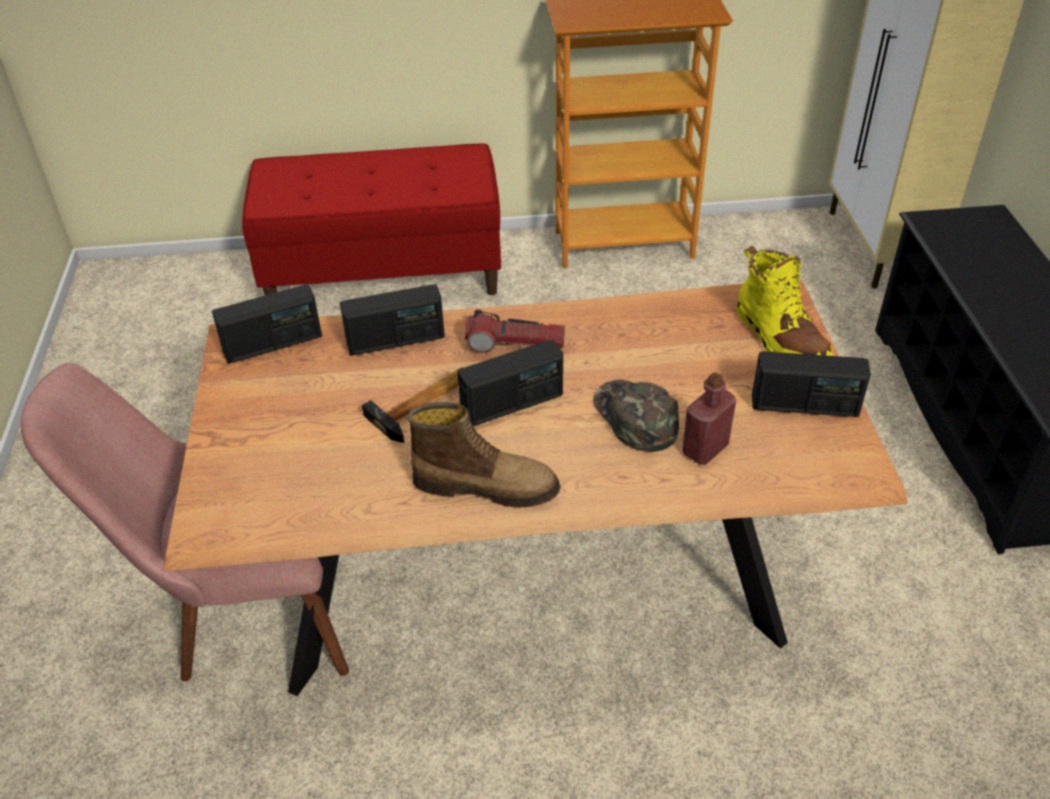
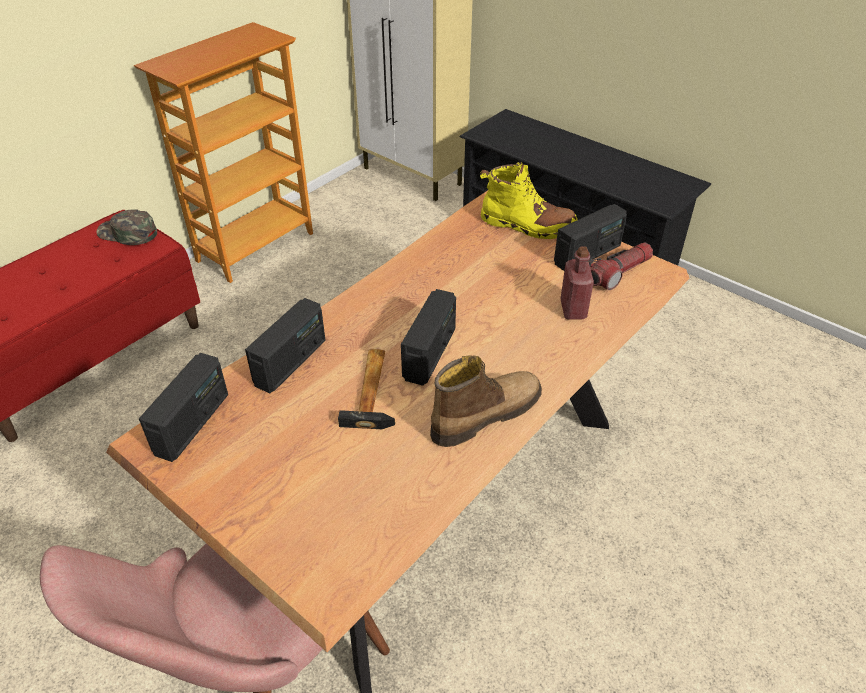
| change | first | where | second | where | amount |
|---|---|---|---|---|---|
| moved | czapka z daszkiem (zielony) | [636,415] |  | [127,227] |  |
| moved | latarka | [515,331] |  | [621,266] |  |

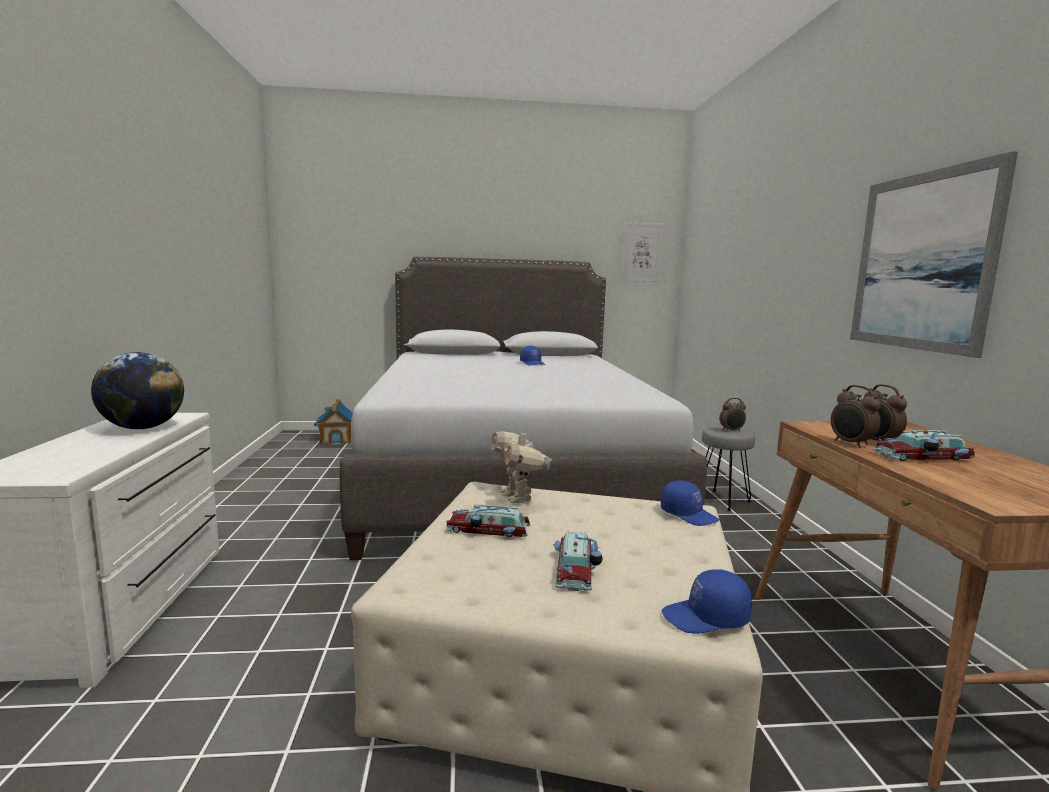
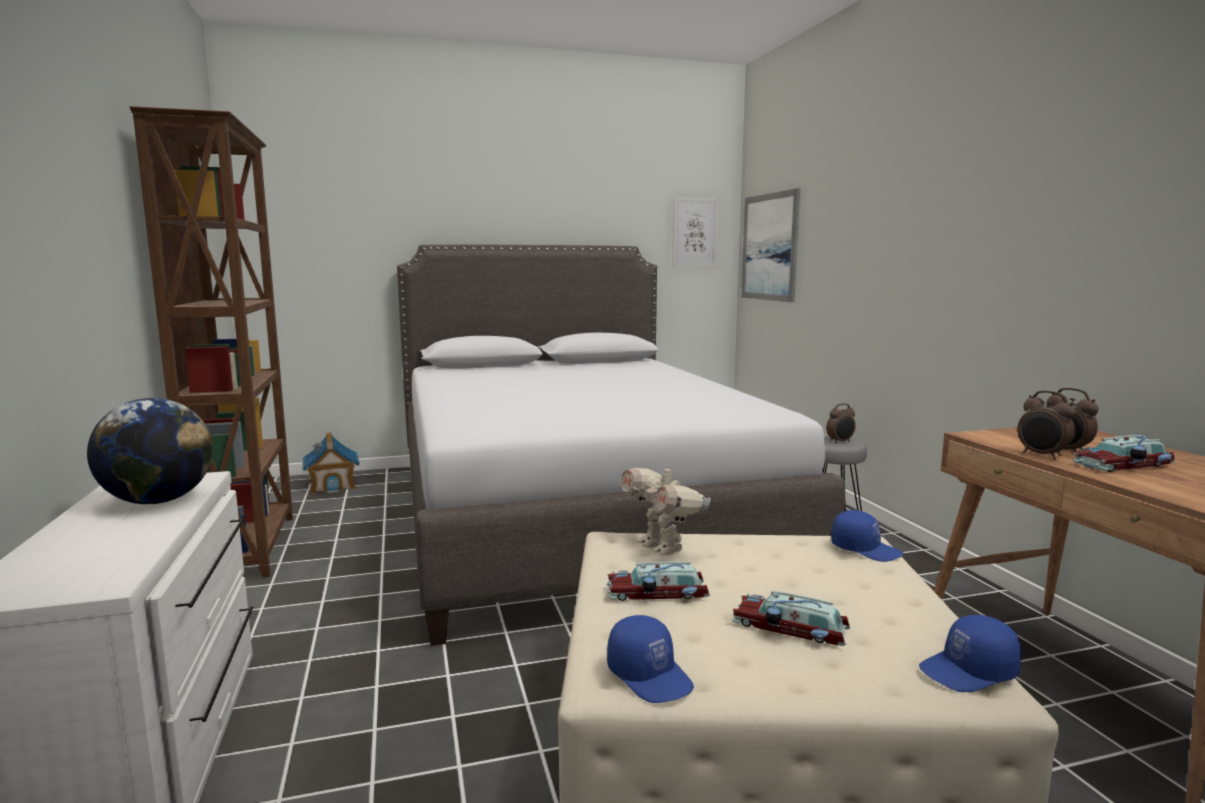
| change | first | where | second | where | amount |
|---|---|---|---|---|---|
| added |  |  | regał (brązowy) | [211,342] |  |
| moved | czapka z daszkiem (niebieski) | [532,355] |  | [650,659] |  |
| turned | samochodzik | [577,561] |  | [792,618] | 120 degrees clockwise |
| moved | obraz | [934,254] |  | [770,245] |  |

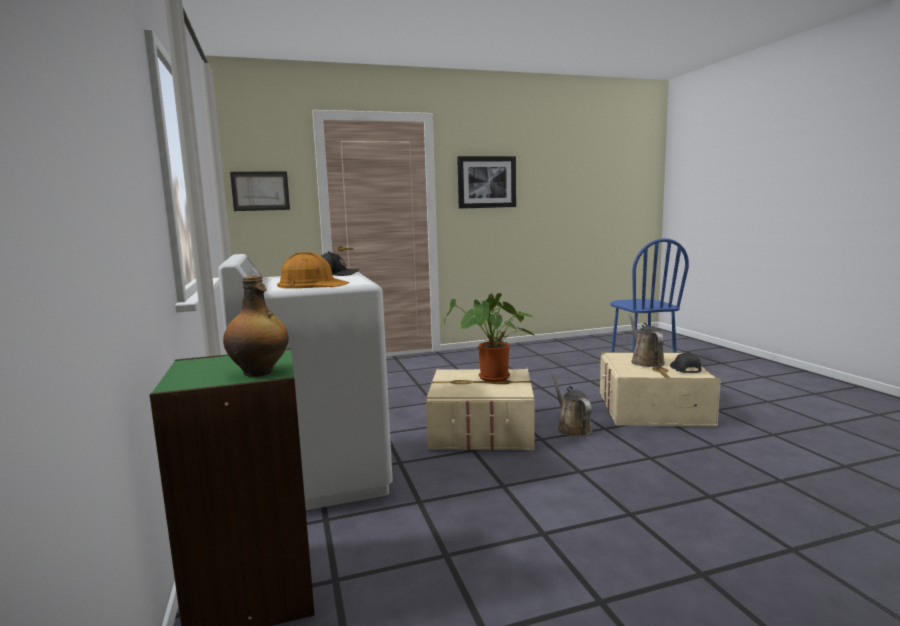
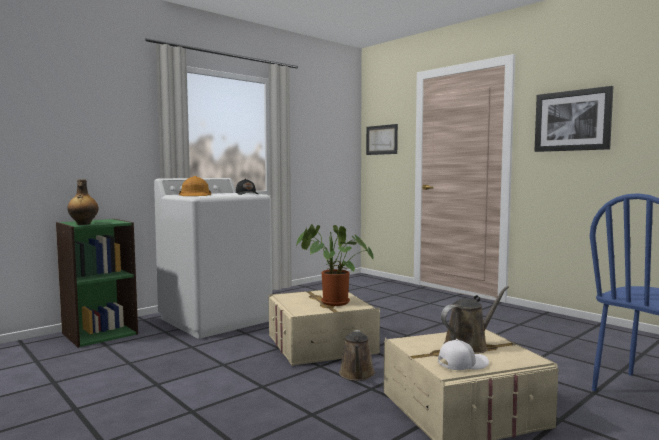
| change | first | where | second | where | amount |
|---|---|---|---|---|---|
| turned | konewka (brązowy) | [571,405] |  | [357,355] | 135 degrees clockwise |
| recoloured | czapka z daszkiem (czarny) | [685,362] | czapka z daszkiem (biały) | [463,354] |  |

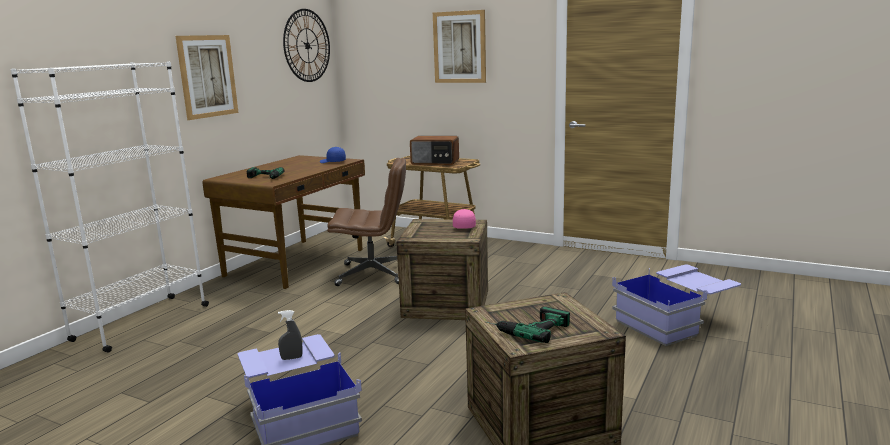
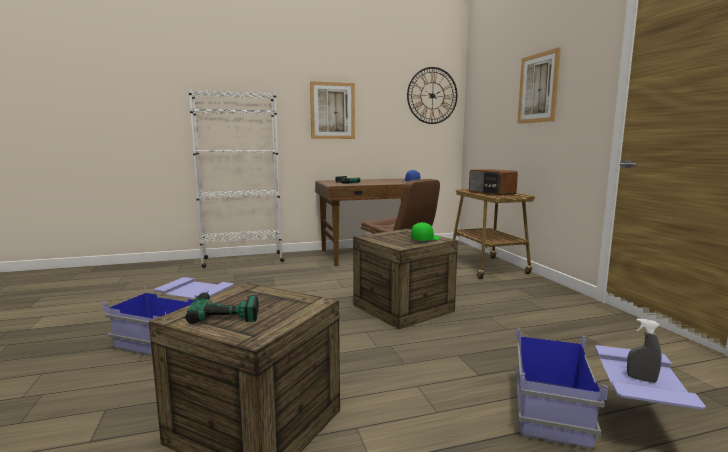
| change | first | where | second | where | amount |
|---|---|---|---|---|---|
| recoloured | czapka z daszkiem (różowy) | [464,219] | czapka z daszkiem (zielony) | [425,231] |  |
| moved | spryskiwacz (szary) | [290,335] |  | [644,350] |  |

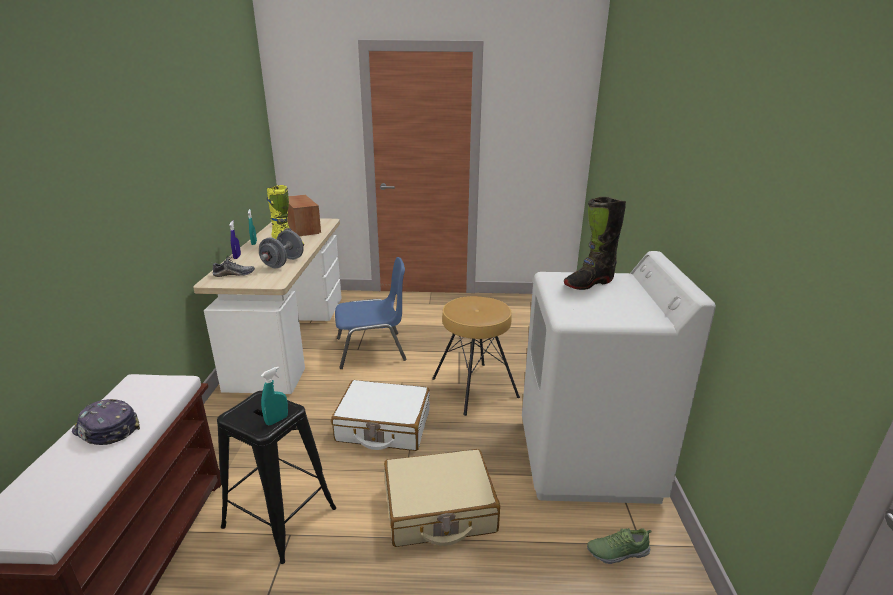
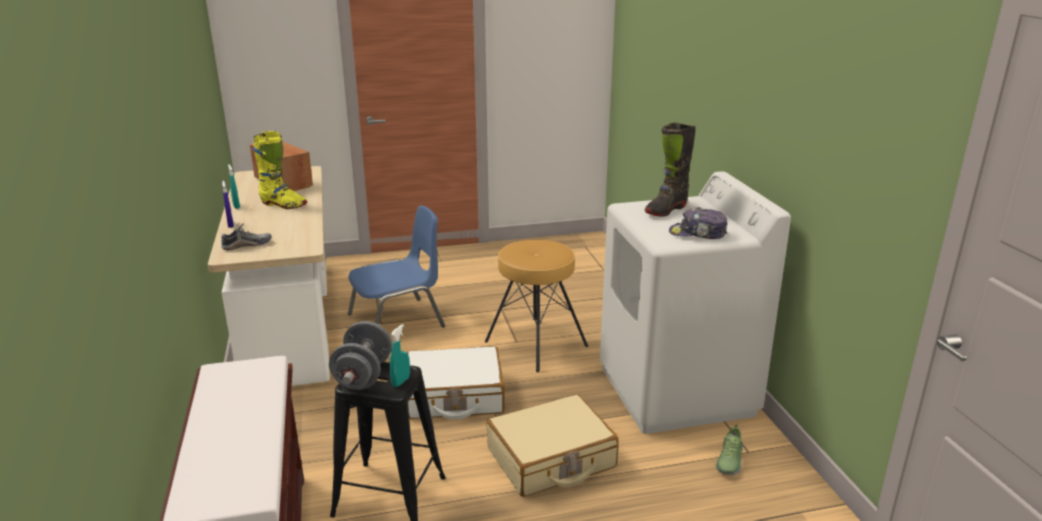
| change | first | where | second | where | amount |
|---|---|---|---|---|---|
| moved | hantel (szary) | [281,249] |  | [360,355] |  |
| moved | czapka z daszkiem | [106,422] |  | [698,223] |  |
| turned | but | [619,546] |  | [729,449] | 45 degrees counterclockwise |

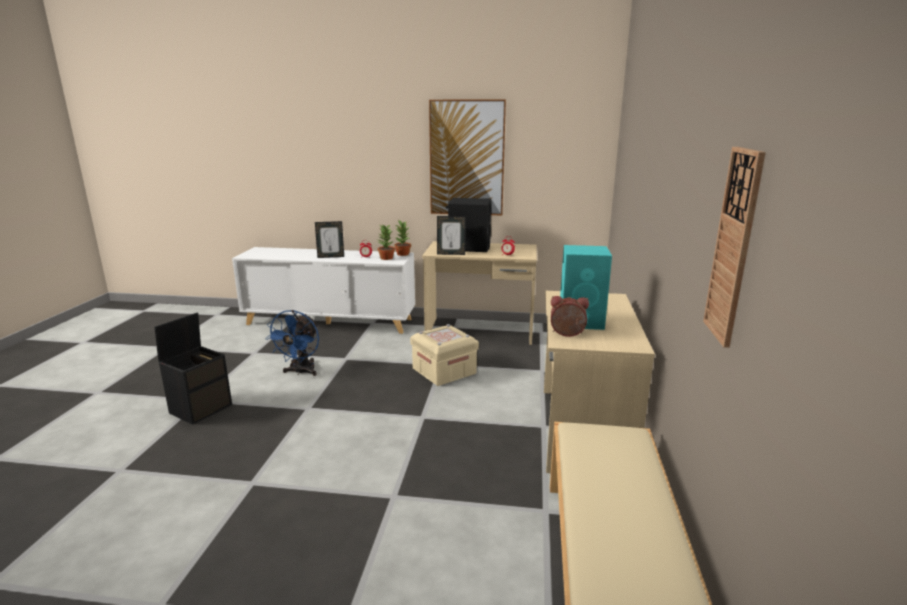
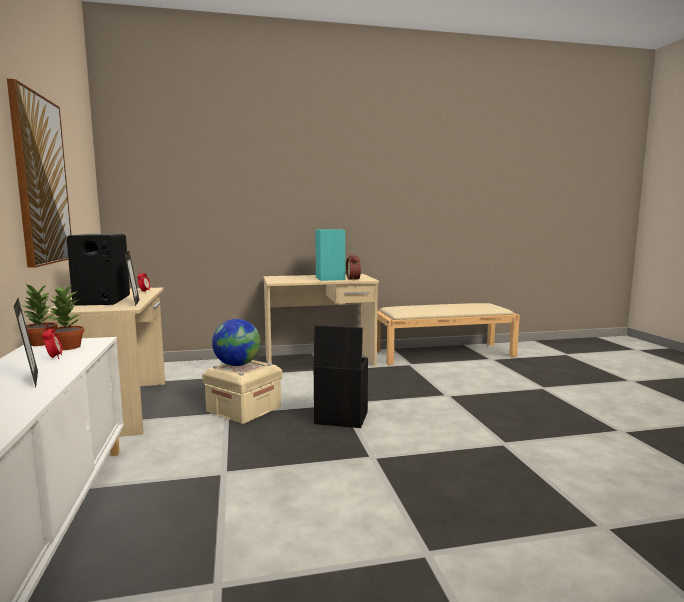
| change | first | where | second | where | amount |
|---|---|---|---|---|---|
| added |  |  | globus | [236,342] |  |
| moved | pojemnik do przechowywania (czarny) | [193,368] |  | [341,376] |  |
| removed | wentylator (niebieski) | [292,343] |  |  |  |
| removed | zegar ścienny | [734,247] |  |  |  |

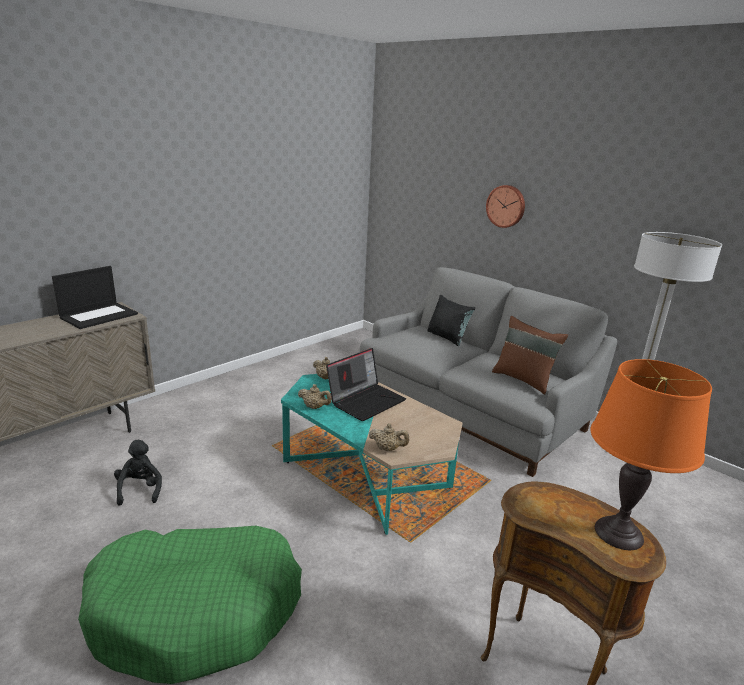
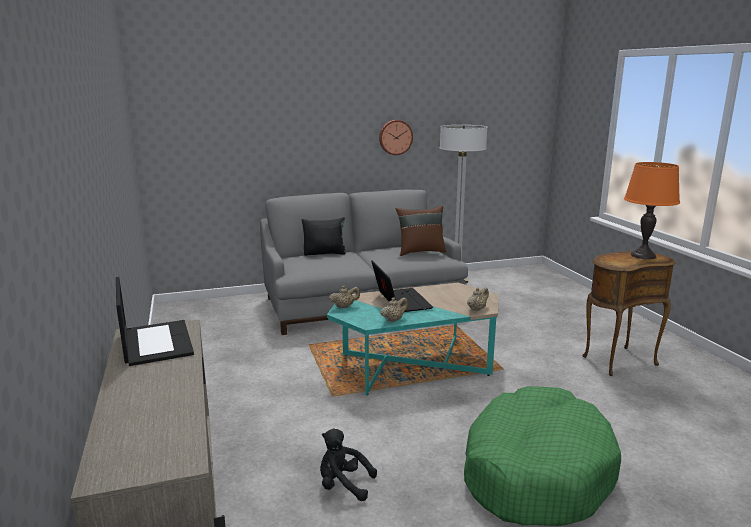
| change | first | where | second | where | amount |
|---|---|---|---|---|---|
| moved | zegar ścienny | [505,206] |  | [396,137] |  |

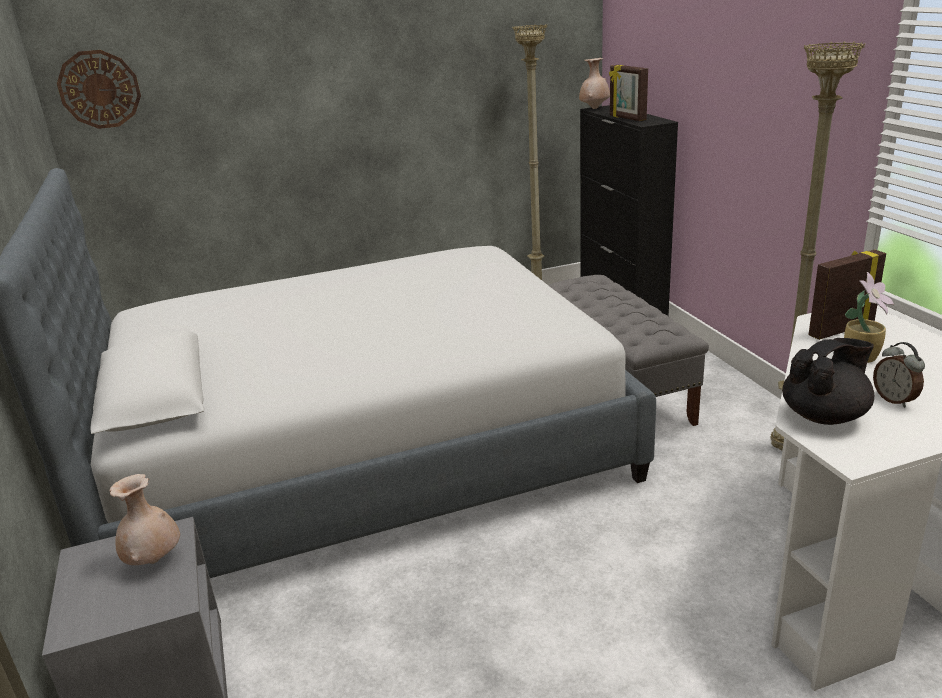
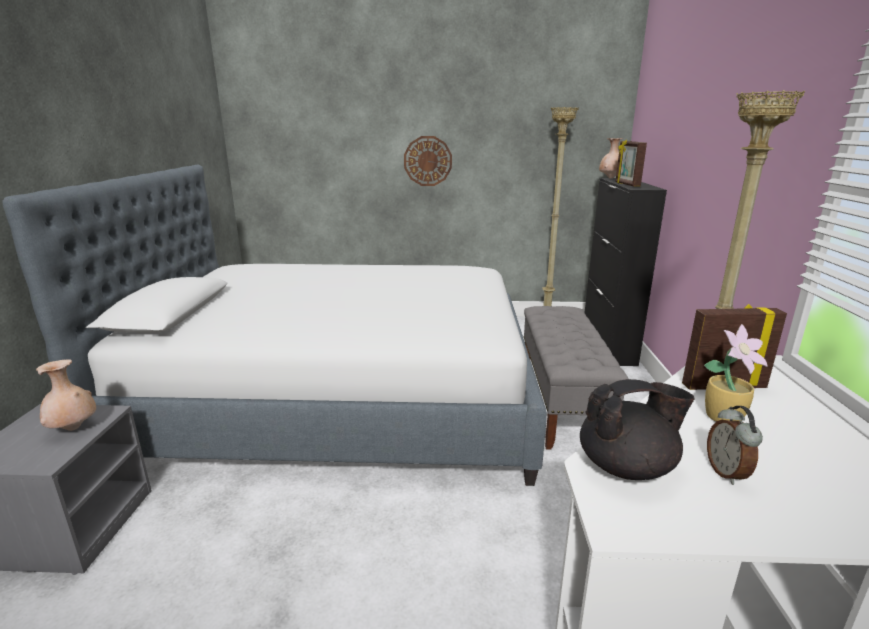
| change | first | where | second | where | amount |
|---|---|---|---|---|---|
| moved | zegar ścienny | [99,89] |  | [428,161] |  |

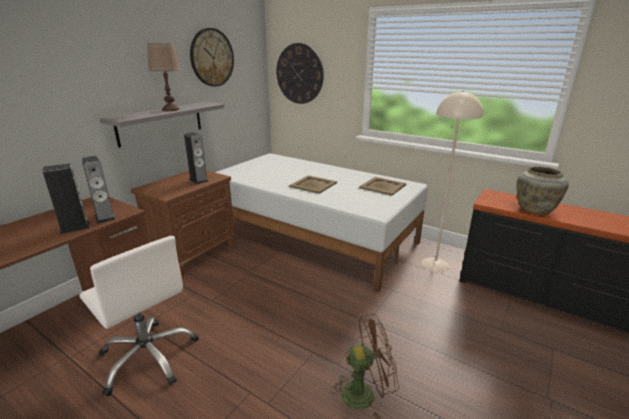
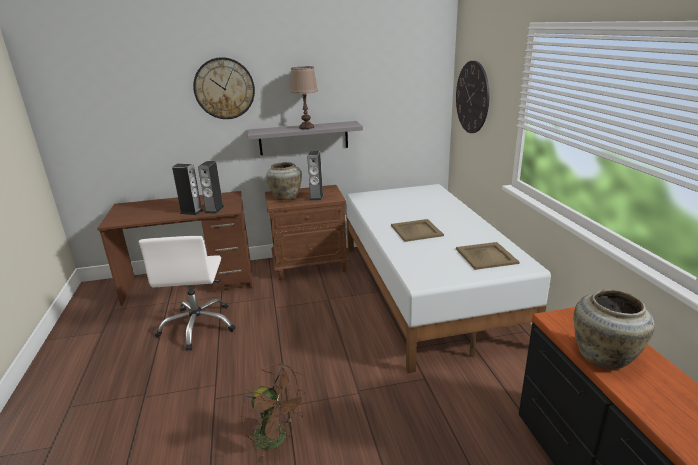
| change | first | where | second | where | amount |
|---|---|---|---|---|---|
| moved | zegar ścienny | [212,57] |  | [224,88] |  |
| added |  |  | wazon (beżowy) | [284,181] |  |
| removed | lampa stojąca (beżowy) | [452,181] |  |  |  |

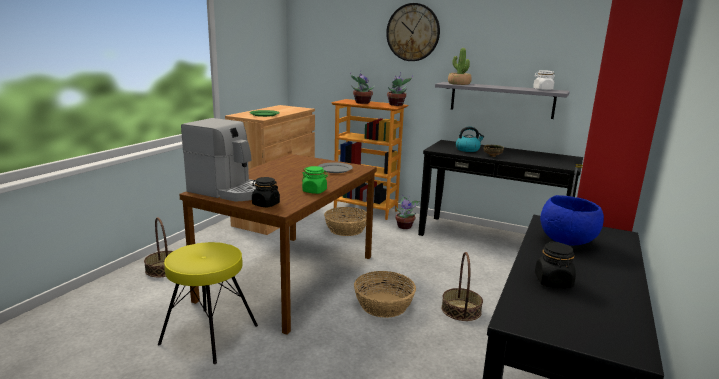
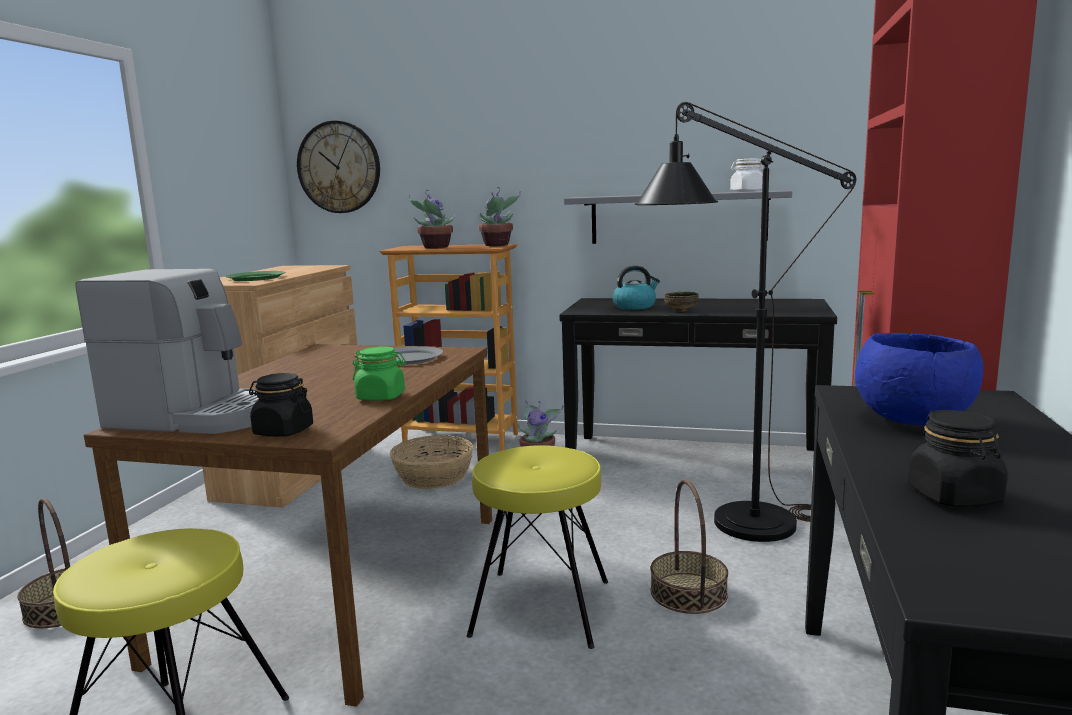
| change | first | where | second | where | amount |
|---|---|---|---|---|---|
| moved | zegar ścienny | [413,32] |  | [338,167] |  |
| replaced | koszyk | [385,294] | stołek (żółty) | [537,547] |  |
| added |  |  | lampa stojąca (czarny) | [745,322] |  |
| removed | roślina doniczkowa | [460,66] |  |  |  |

